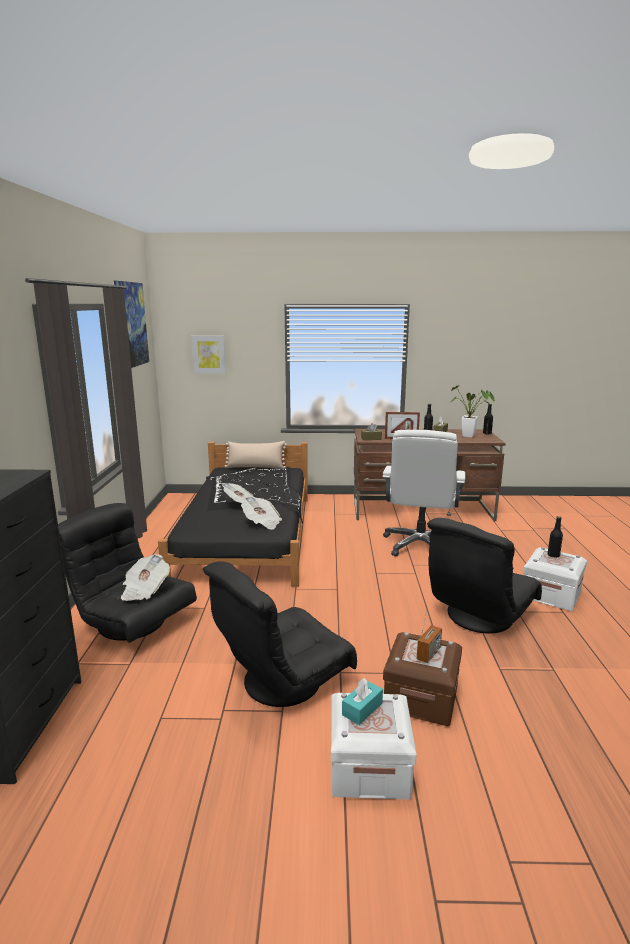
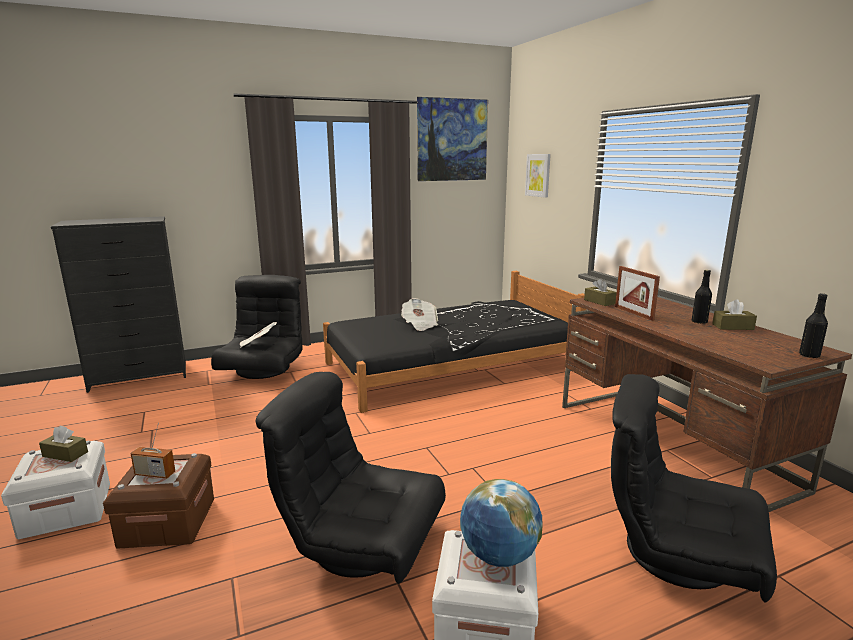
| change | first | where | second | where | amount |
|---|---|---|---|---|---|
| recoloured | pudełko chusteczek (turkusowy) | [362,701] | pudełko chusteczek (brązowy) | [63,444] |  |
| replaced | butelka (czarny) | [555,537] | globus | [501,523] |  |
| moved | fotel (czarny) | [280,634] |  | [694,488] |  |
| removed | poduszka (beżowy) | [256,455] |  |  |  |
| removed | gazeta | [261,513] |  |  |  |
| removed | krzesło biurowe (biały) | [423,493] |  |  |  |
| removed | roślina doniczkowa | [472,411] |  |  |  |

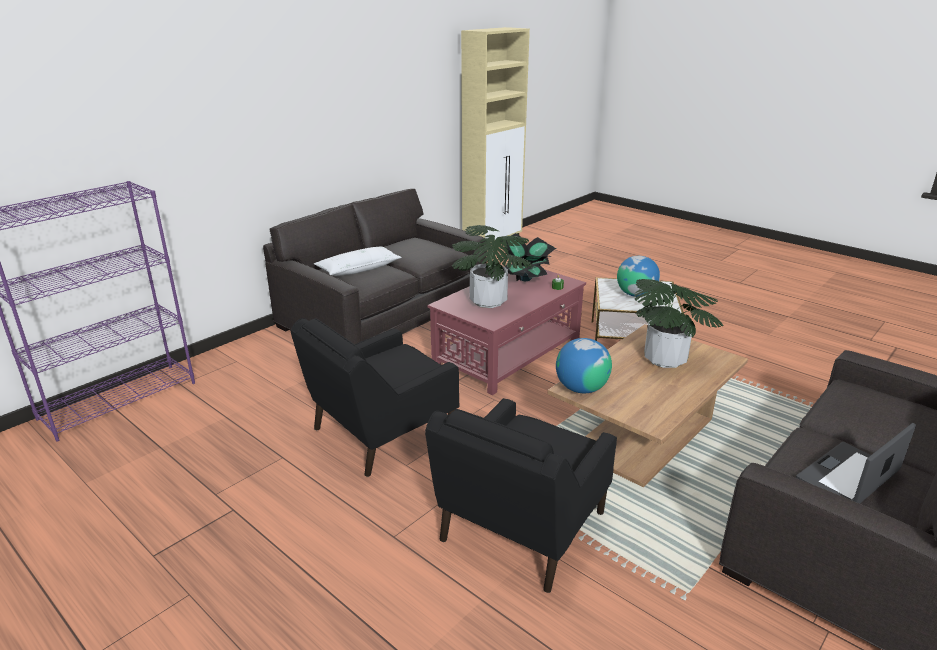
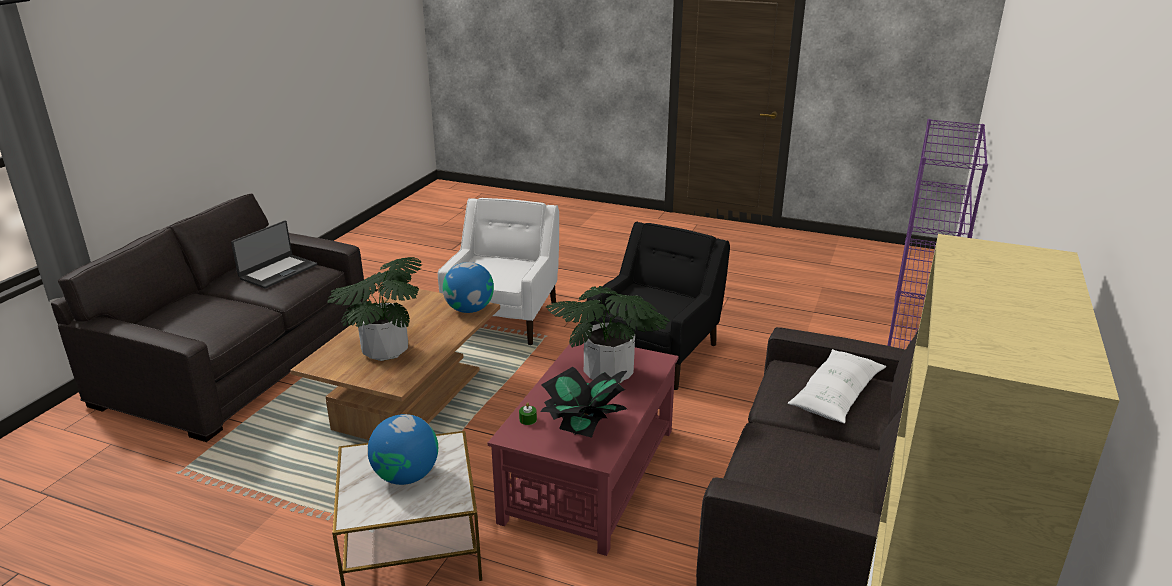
| change | first | where | second | where | amount |
|---|---|---|---|---|---|
| recoloured | fotel (czarny) | [521,495] | fotel (biały) | [498,271] |  |

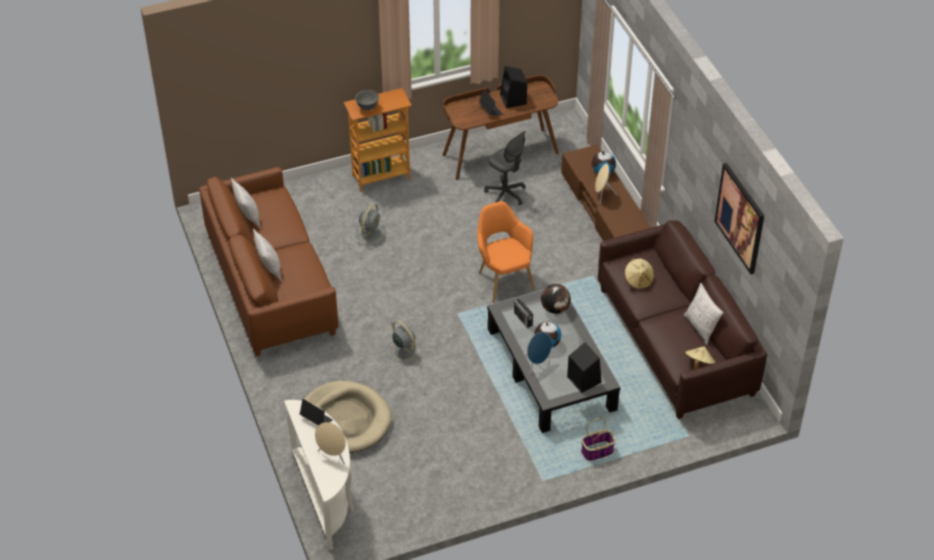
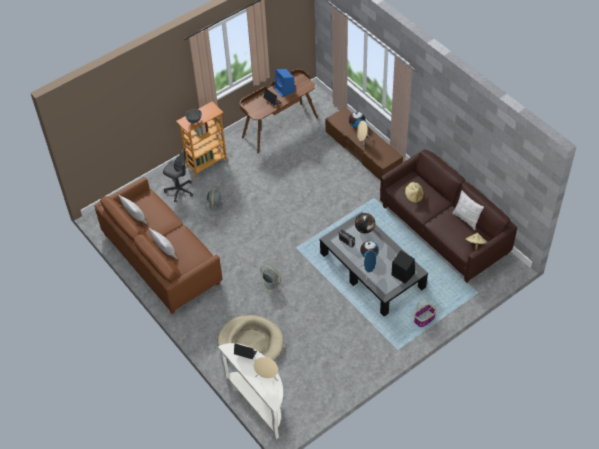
| change | first | where | second | where | amount |
|---|---|---|---|---|---|
| moved | krzesło biurowe (szary) | [505,168] |  | [178,175] |  |
| recoloured | głośnik (czarny) | [513,87] | głośnik (niebieski) | [284,83] |  |
| removed | fotel (pomarańczowy) | [506,252] |  |  |  |
| removed | obraz | [739,218] |  |  |  |

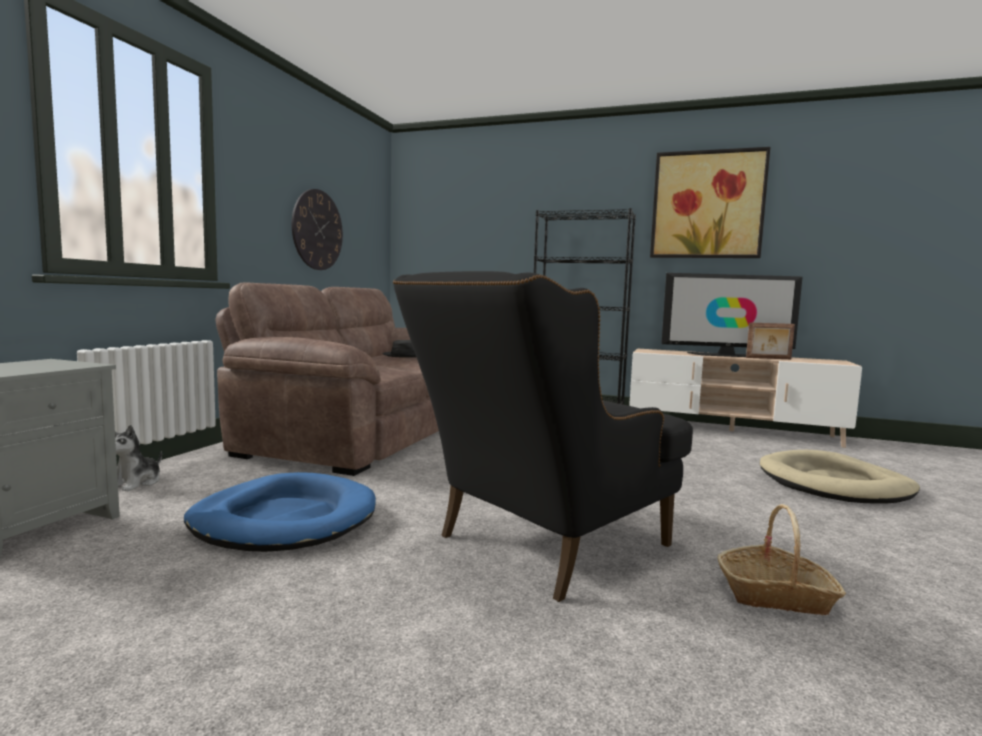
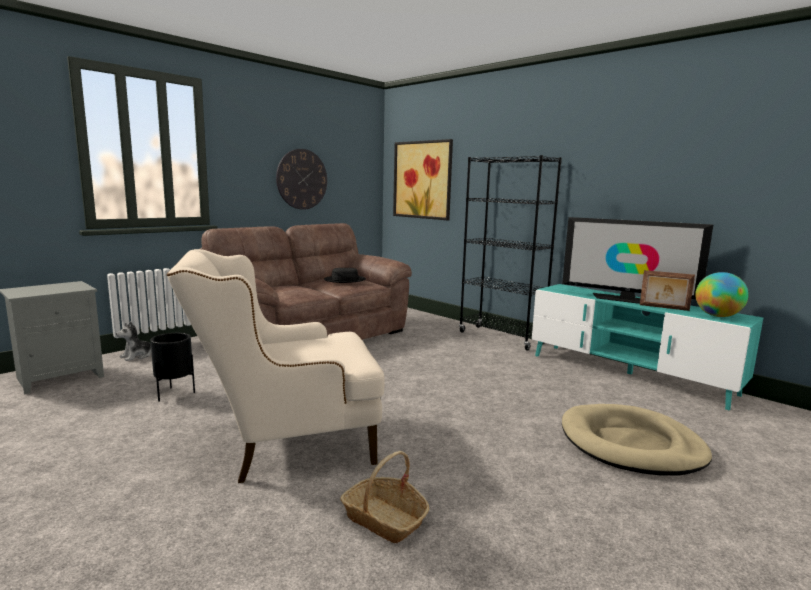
| change | first | where | second | where | amount |
|---|---|---|---|---|---|
| replaced | legowisko (niebieski) | [280,512] | donica (czarny) | [172,367] |  |
| recoloured | fotel (czarny) | [543,436] | fotel (beżowy) | [276,366] |  |
| moved | obraz | [710,202] |  | [423,179] |  |
| recoloured | szafka pod telewizor (beżowy) | [745,398] | szafka pod telewizor (turkusowy) | [647,347] |  |
| added |  |  | globus | [722,294] |  |

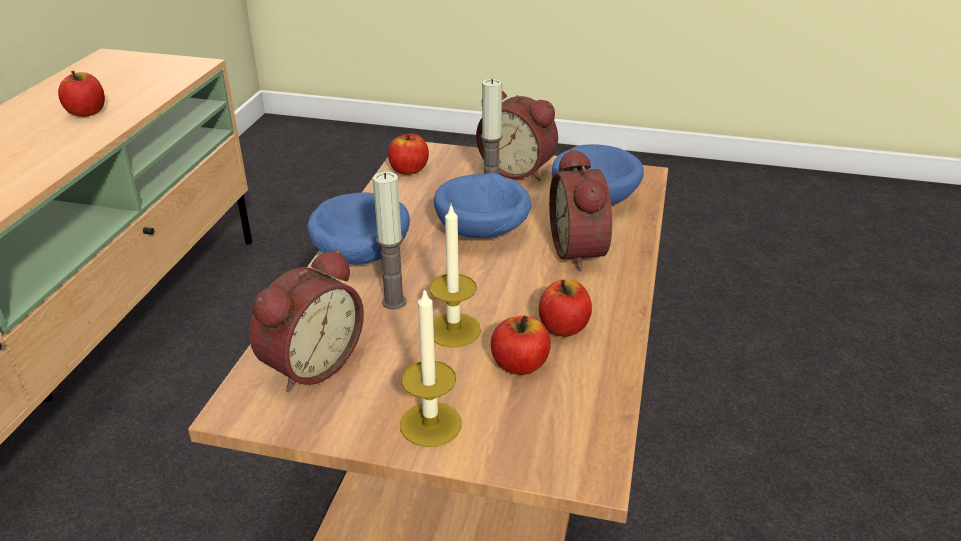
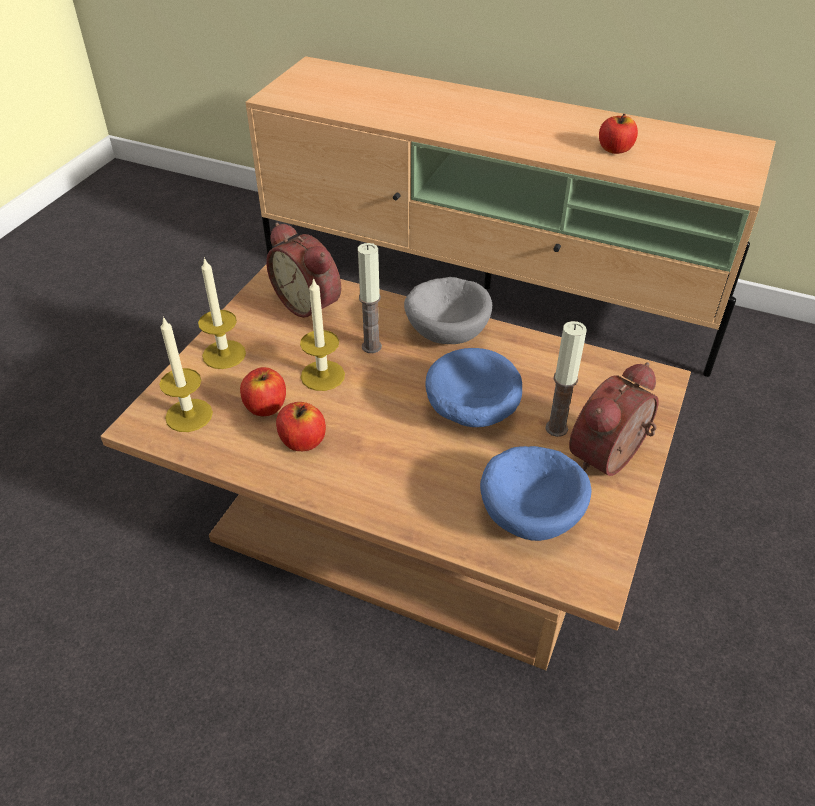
| change | first | where | second | where | amount |
|---|---|---|---|---|---|
| added |  |  | świeca | [186,374] |  |
| recoloured | miska (niebieski) | [358,229] | miska (szary) | [448,310] |  |
| removed | jabłko | [408,154] |  |  |  |
| removed | budzik | [580,209] |  |  |  |

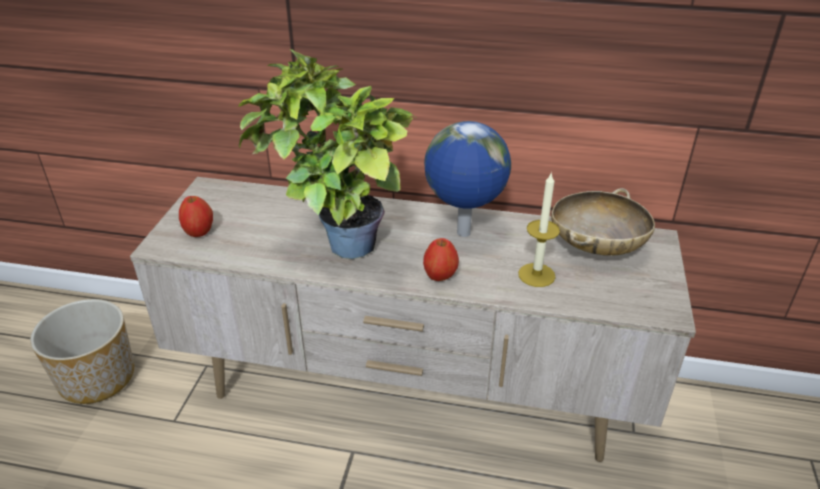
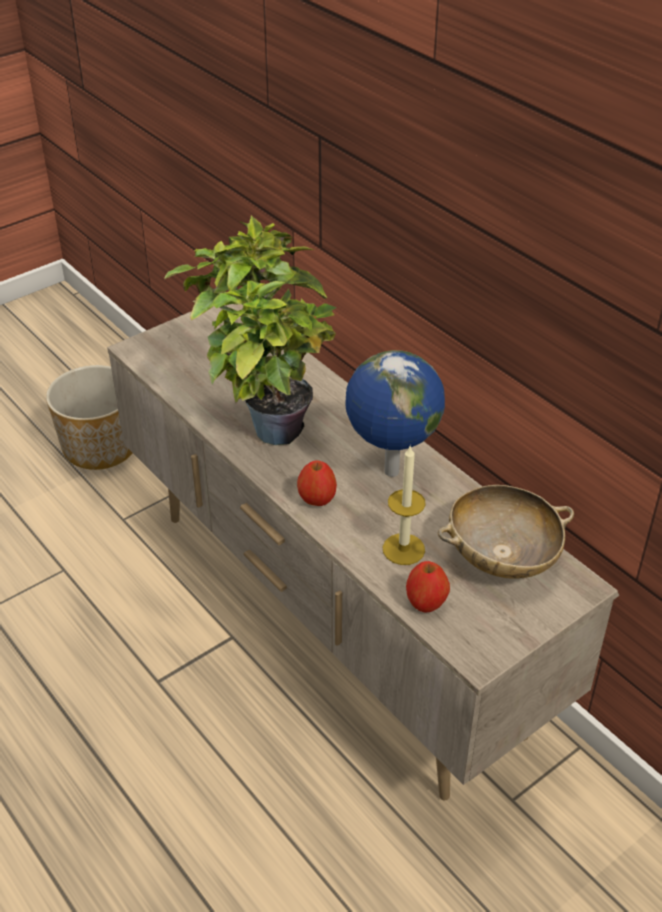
| change | first | where | second | where | amount |
|---|---|---|---|---|---|
| moved | jabłko | [196,216] |  | [428,587] |  |

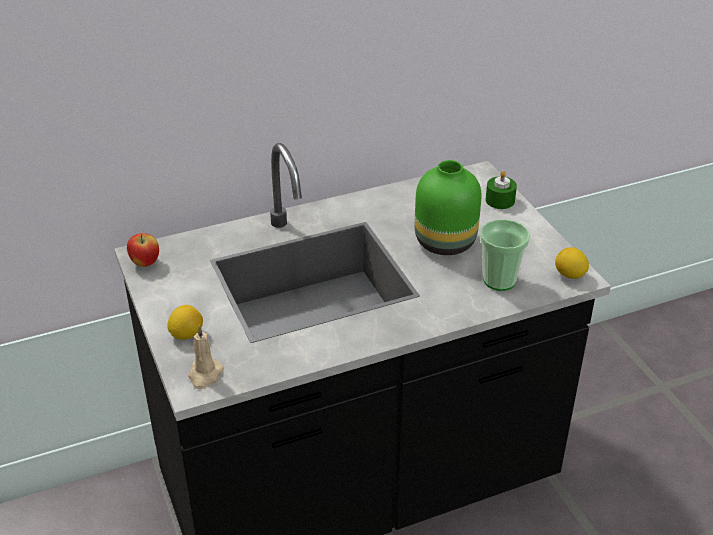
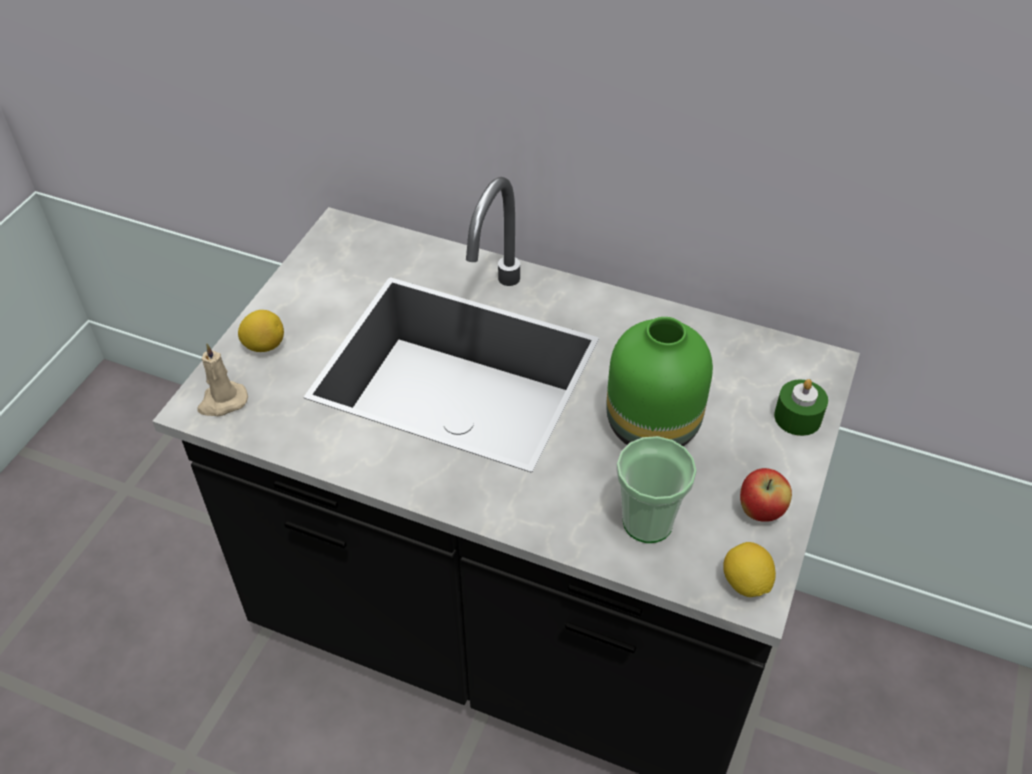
| change | first | where | second | where | amount |
|---|---|---|---|---|---|
| moved | jabłko | [143,250] |  | [766,495] |  |

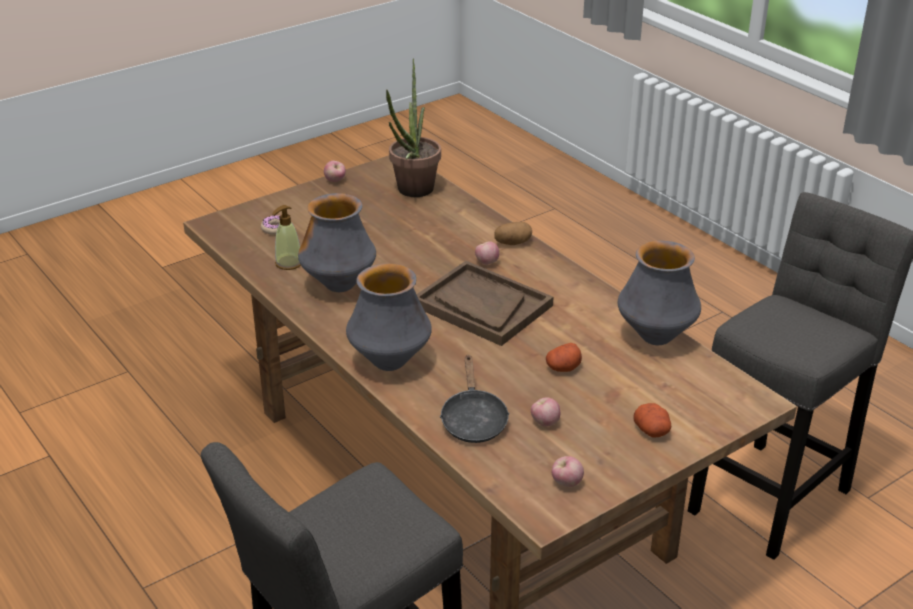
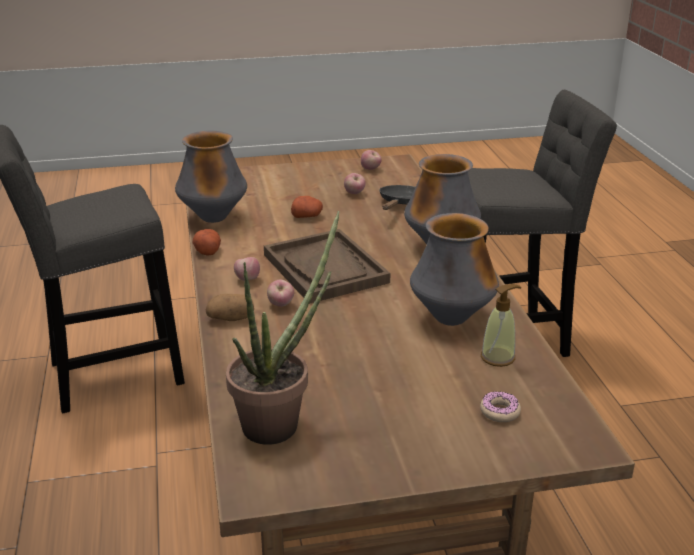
| change | first | where | second | where | amount |
|---|---|---|---|---|---|
| moved | ziemniak | [652,420] |  | [207,242] |  |
| moved | jabłko | [335,171] |  | [247,269] |  |

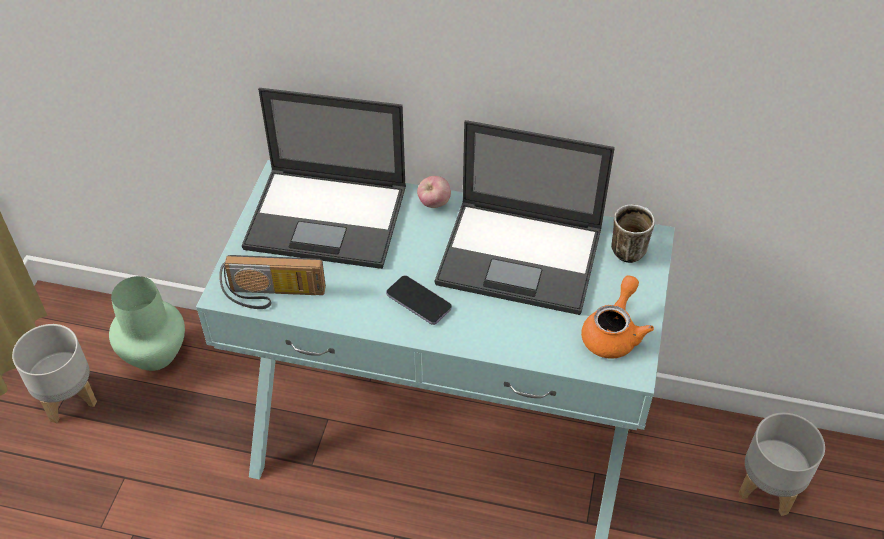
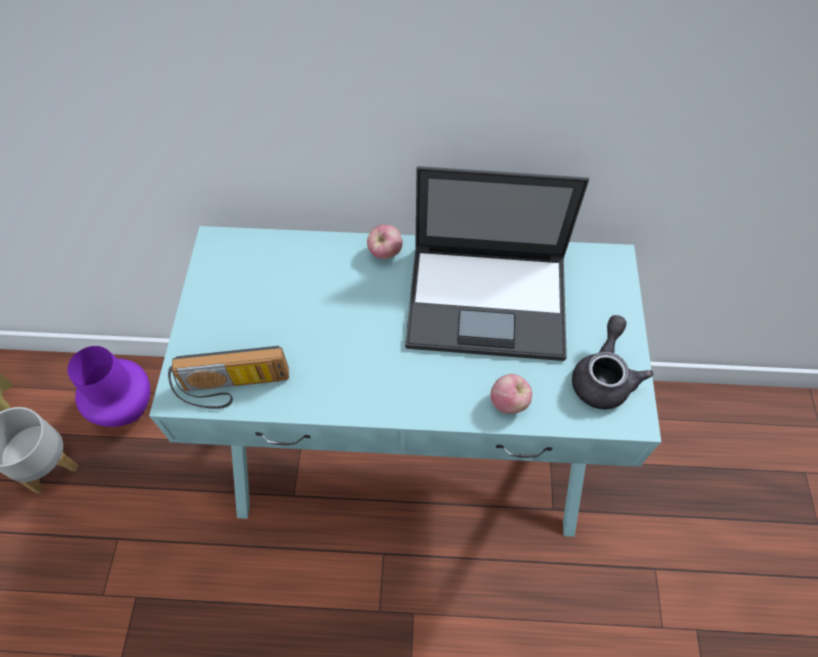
| change | first | where | second | where | amount |
|---|---|---|---|---|---|
| recoloured | wazon (zielony) | [147,323] | wazon (fioletowy) | [108,386] |  |
| added |  |  | jabłko | [511,394] |  |
| recoloured | imbryk (pomarańczowy) | [617,317] | imbryk (szary) | [612,362] |  |
| removed | laptop | [324,178] |  |  |  |
| removed | telefon | [419,300] |  |  |  |
| removed | kubek | [633,234] |  |  |  |
| removed | donica (szary) | [781,464] |  |  |  |

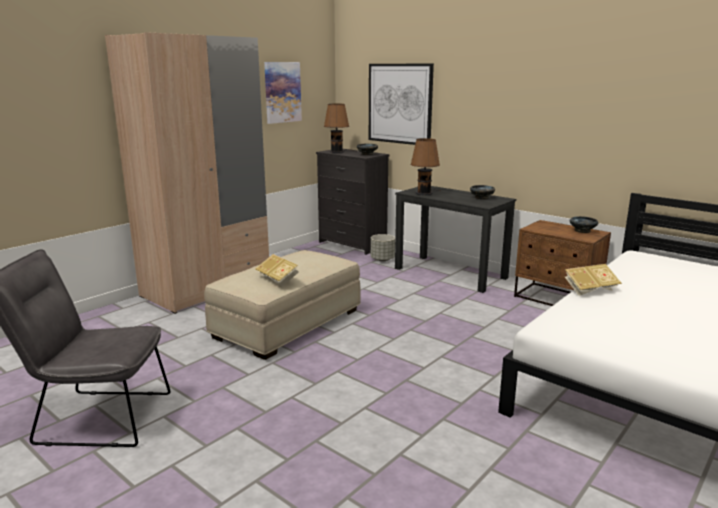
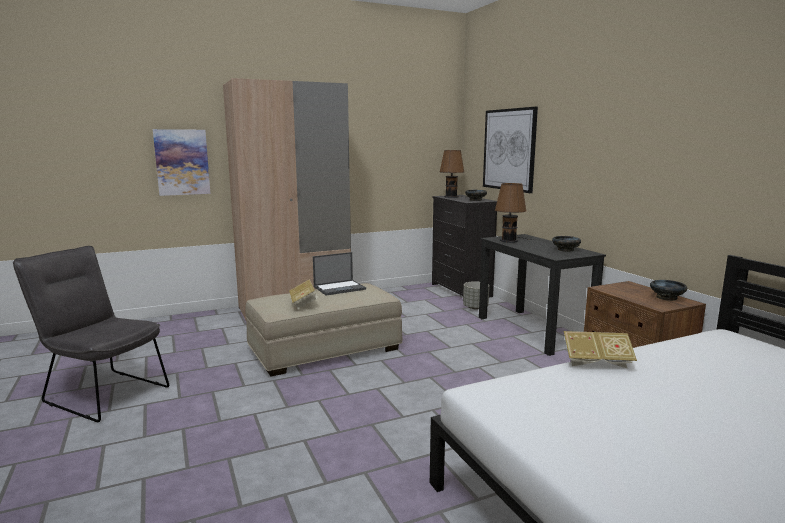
| change | first | where | second | where | amount |
|---|---|---|---|---|---|
| moved | obraz | [283,93] |  | [182,162] |  |
| added |  |  | laptop | [339,273] |  |

